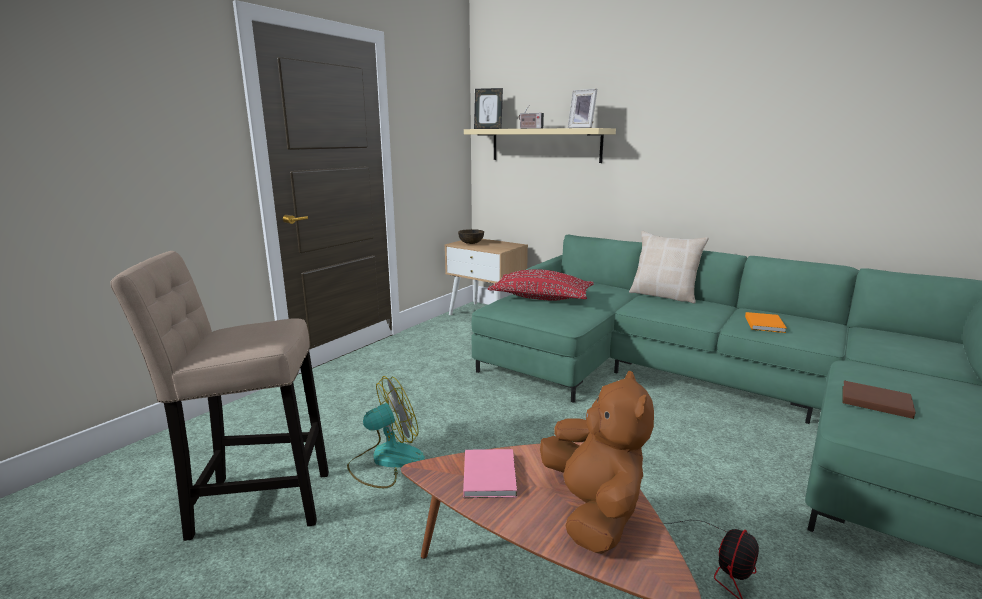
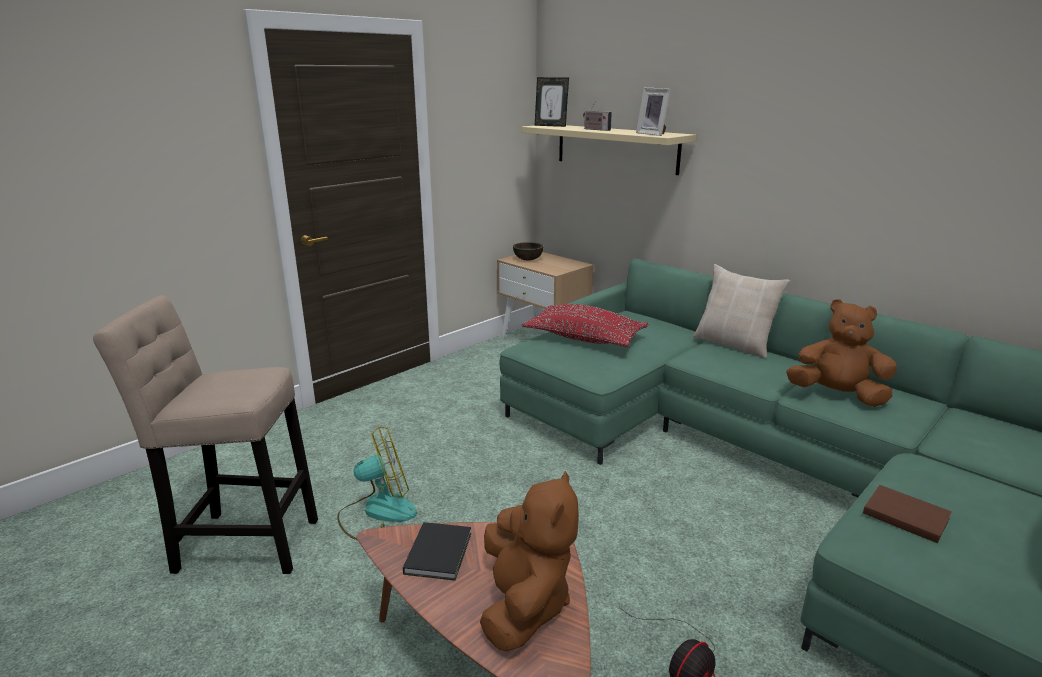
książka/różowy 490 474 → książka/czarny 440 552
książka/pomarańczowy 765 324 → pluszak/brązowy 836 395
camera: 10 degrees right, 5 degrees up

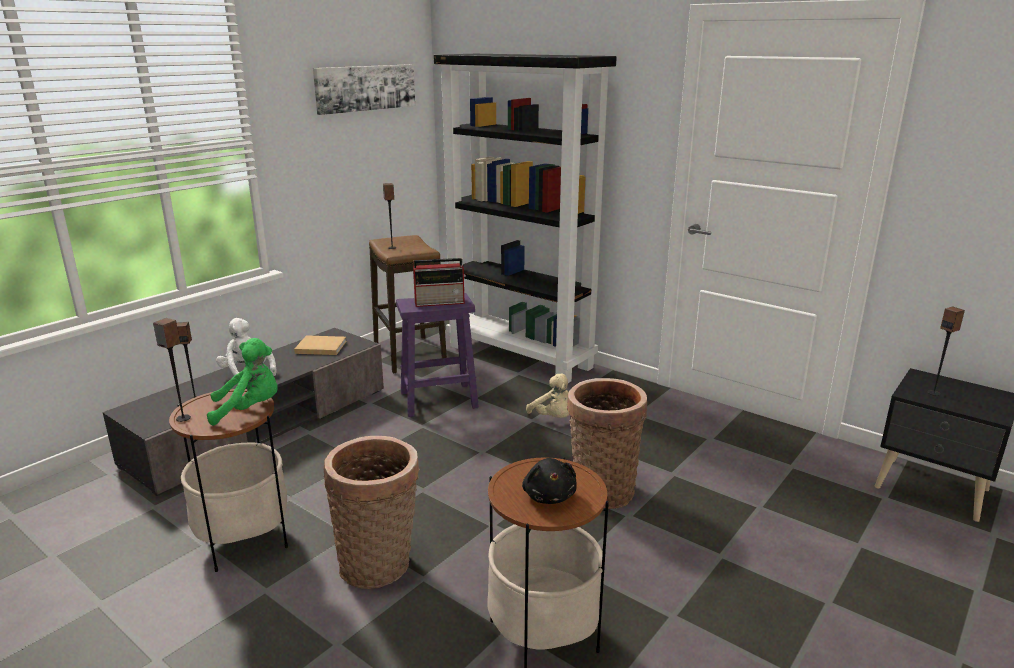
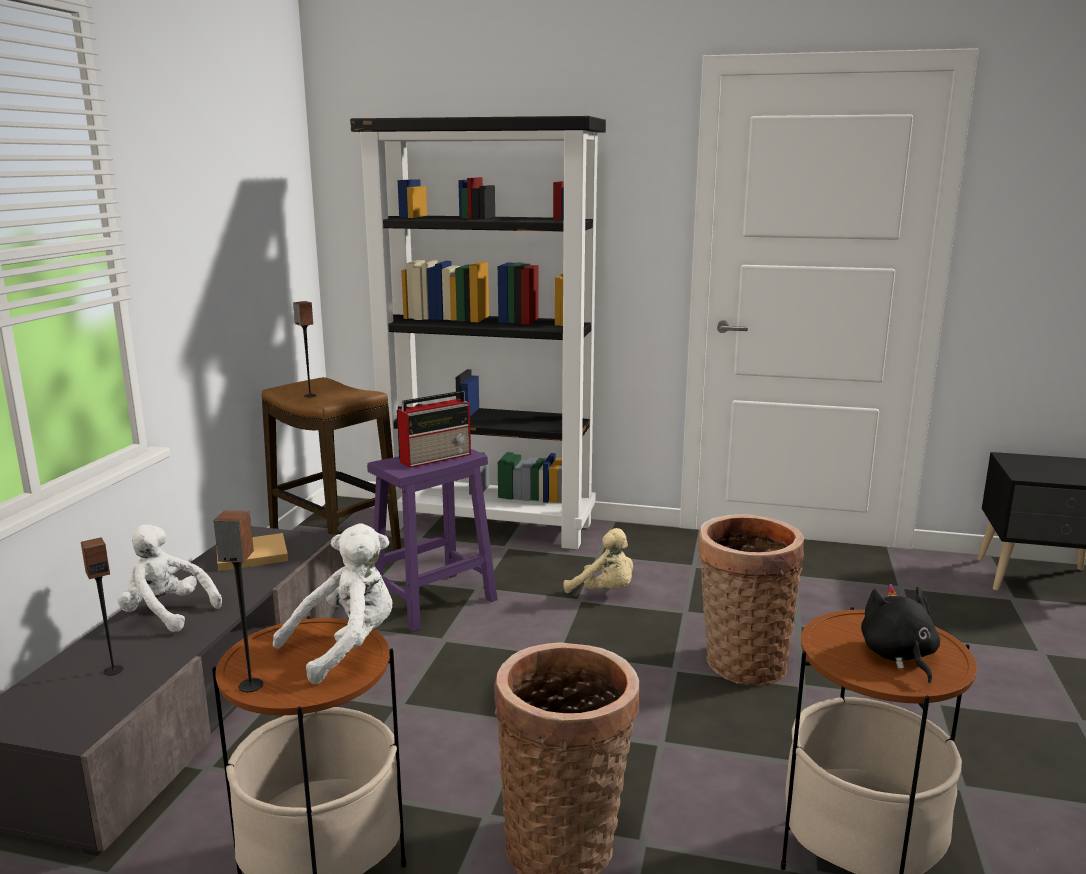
pluszak/zielony 249 409 → pluszak/biały 346 647
obraz 365 88 → -
pluszak/czarny 549 495 → pluszak/czarny 898 656, 150 degrees counterclockwise
głośnik 934 393 → -
camera: 25 degrees left, 5 degrees down

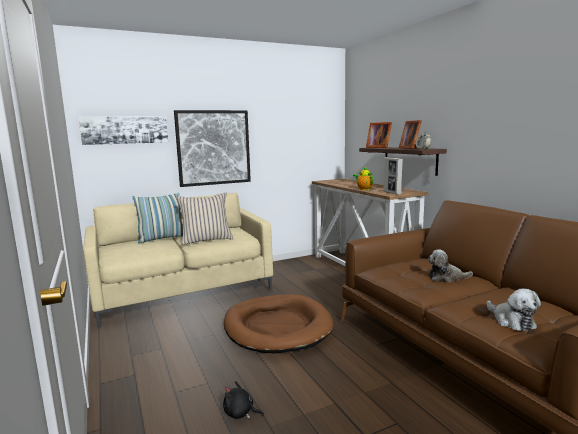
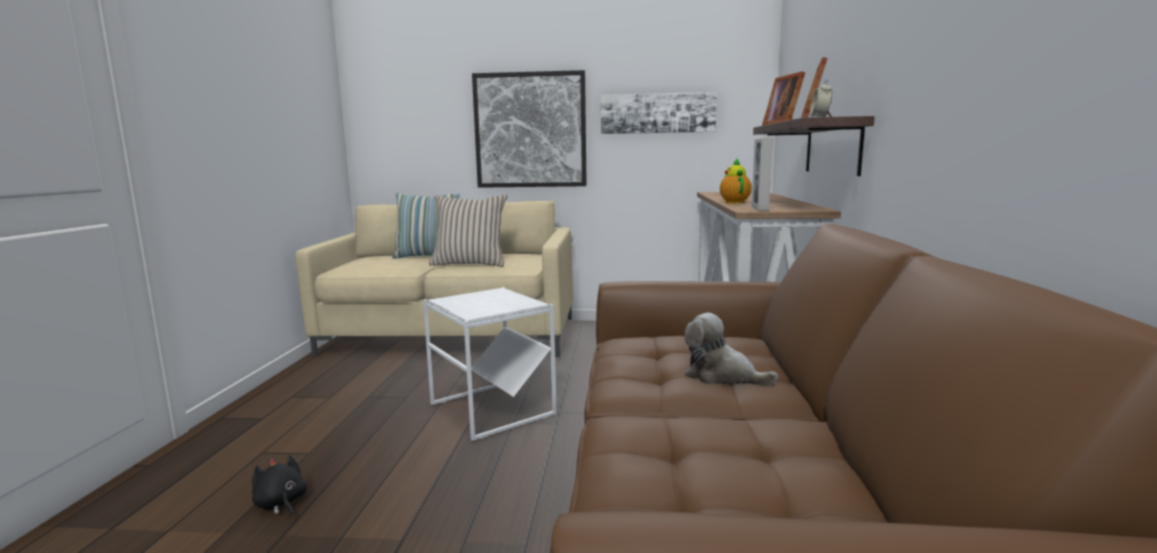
obraz 125 130 → obraz 657 113, relocated
legowisko/brązowy 277 327 → stolik/biały 492 409
pluszak 511 321 → -
camera: 30 degrees right, 0 degrees up

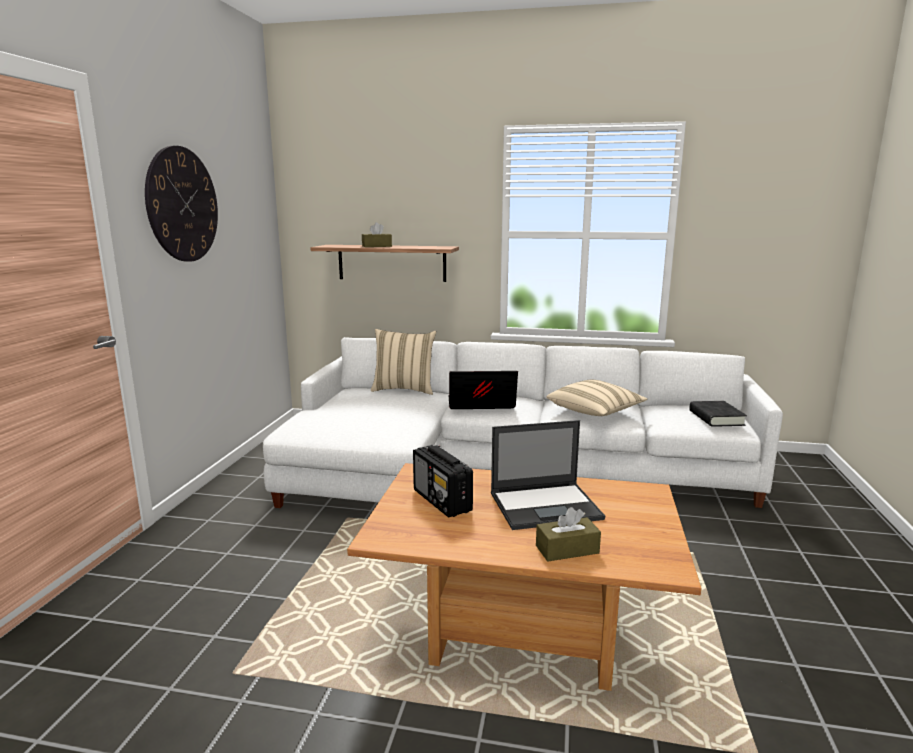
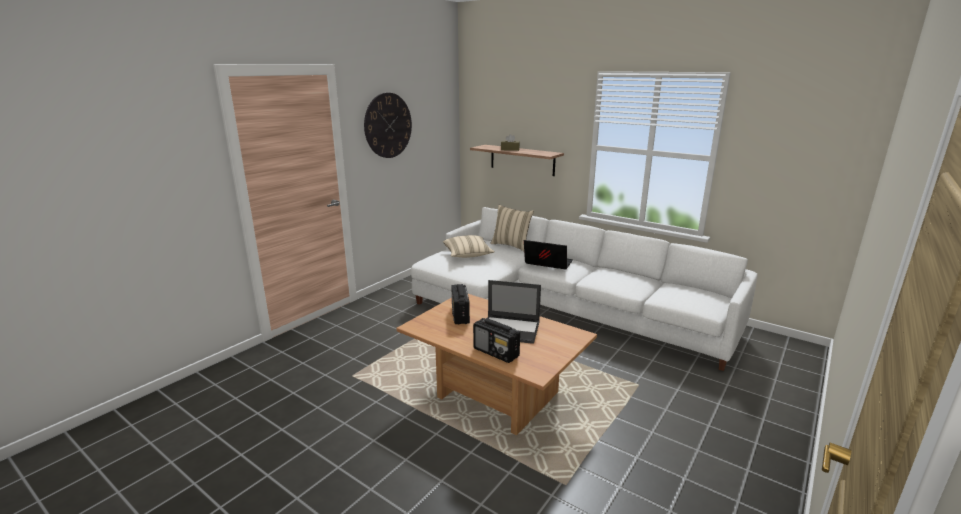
pudełko chusteczek/brązowy 567 549 → radio 496 353
poduszka/beżowy 595 412 → poduszka/beżowy 467 255, relocated
książka/czarny 716 418 → -
camera: 25 degrees right, 5 degrees up

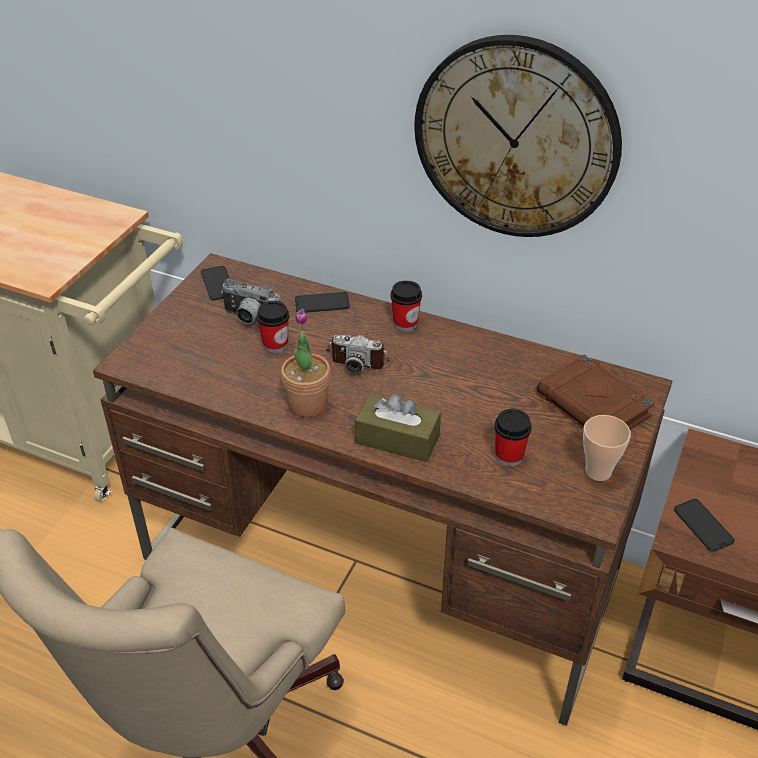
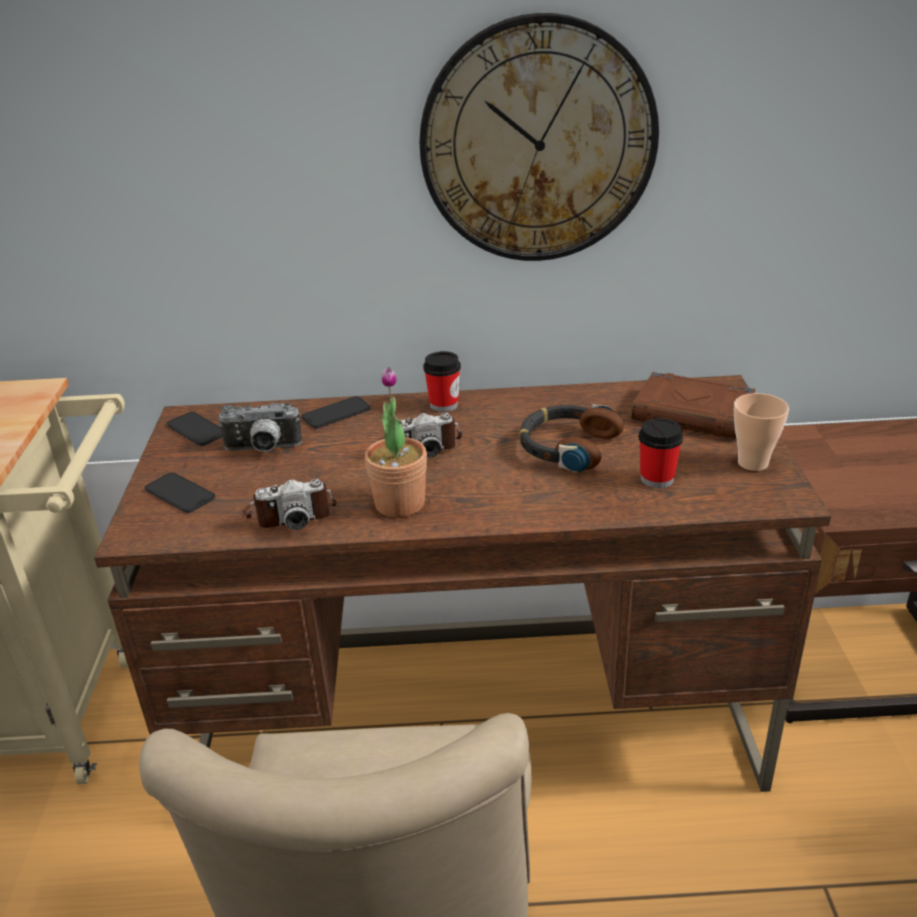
filiżanka 275 345 → -
pudełko chusteczek/brązowy 397 439 → -
telefon 703 525 → telefon 180 493, relocated
- → aparat fotograficzny 291 513
- → słuchawki 567 446
camera: 25 degrees left, 10 degrees down

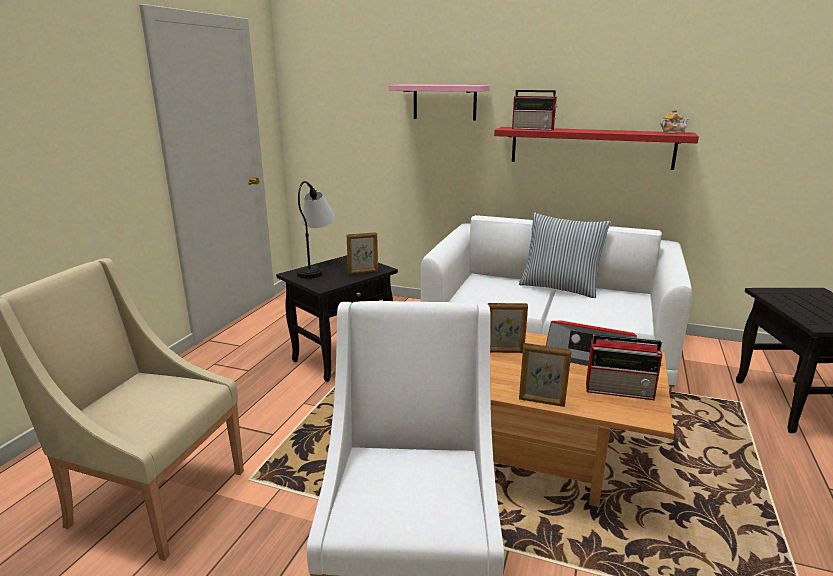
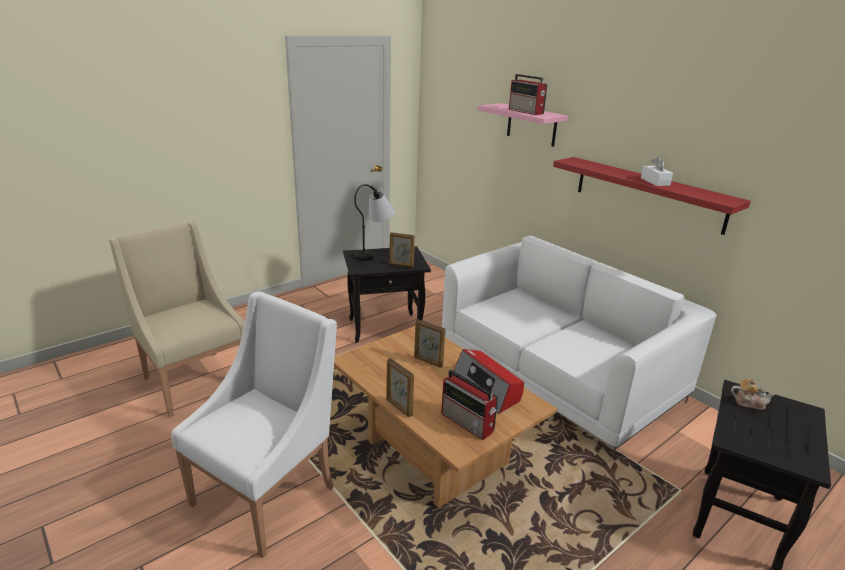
radio 534 129 → radio 526 112, relocated
poduszka 560 288 → -
imbryk 672 133 → imbryk 748 403, relocated
- → pudełko chusteczek/biały 655 181
camera: 30 degrees right, 5 degrees up

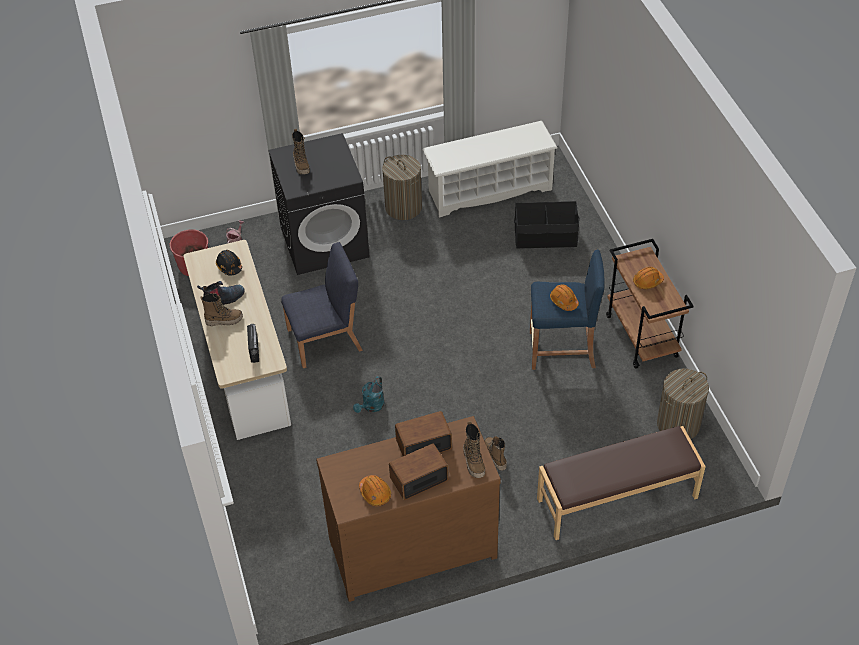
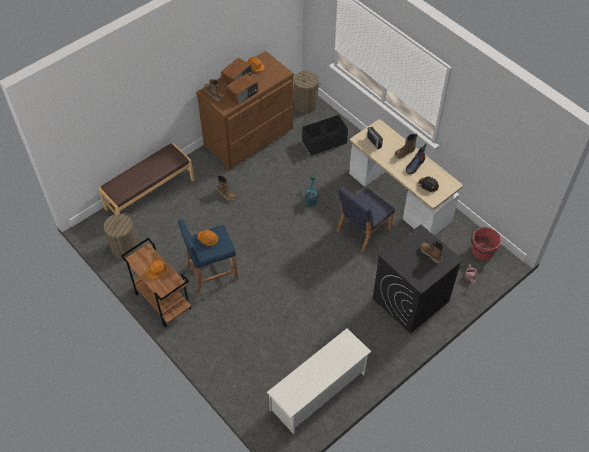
kosz na pranie 403 207 → kosz na pranie 305 105, relocated
pojemnik do przechowywania/czarny 545 236 → pojemnik do przechowywania/czarny 324 142, relocated
camera: 155 degrees right, 5 degrees up

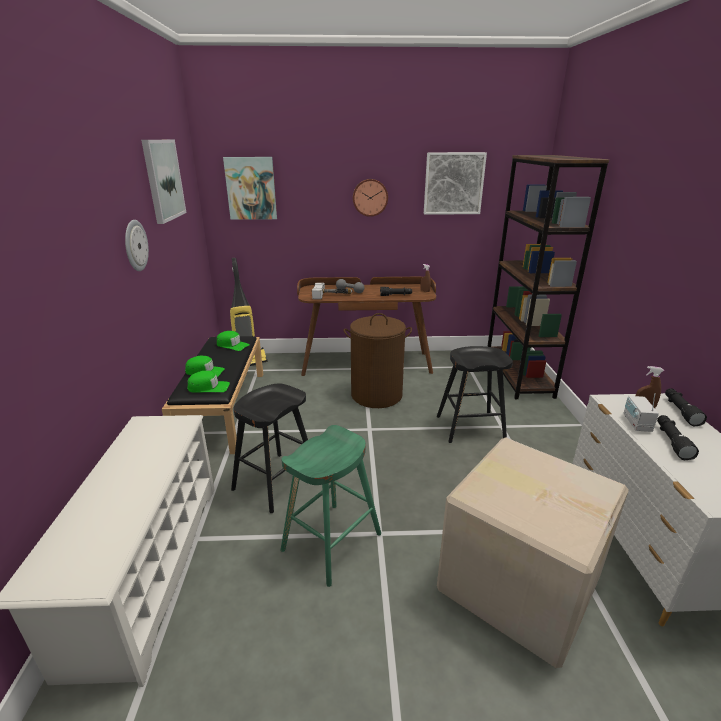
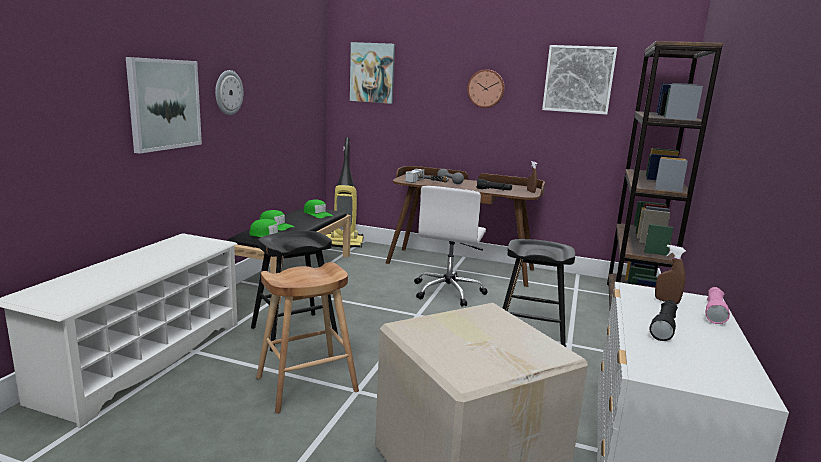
obraz 163 180 → obraz 164 104, relocated
stołek/zielony 332 541 → stołek/brązowy 307 384
kosz na pranie/brązowy 376 395 → krzesło biurowe/biały 448 291
radio 636 423 → -
latarka/czarny 680 411 → latarka/różowy 714 311
camera: 20 degrees right, 10 degrees down

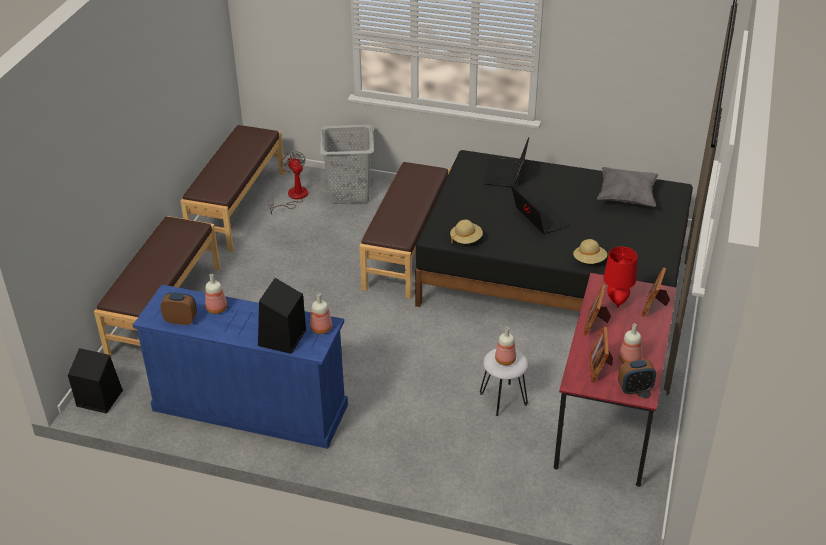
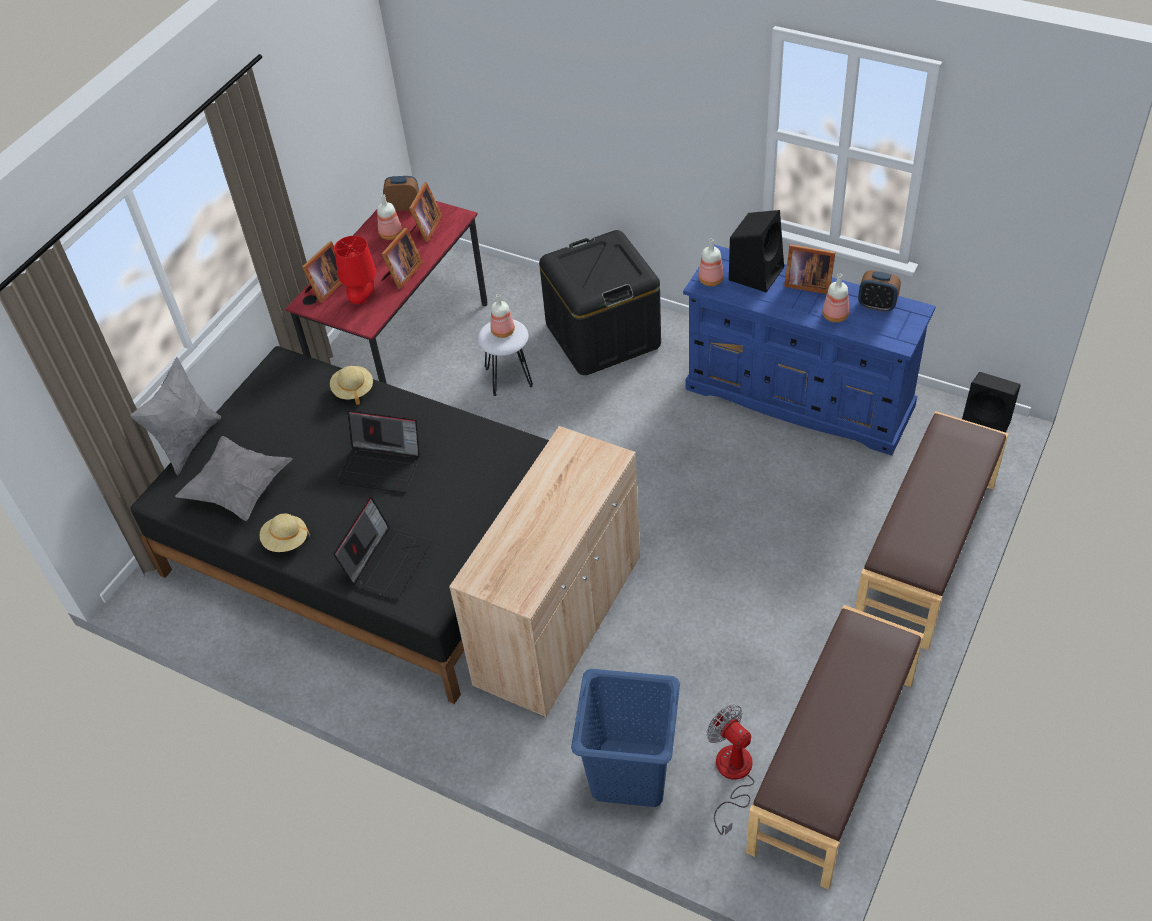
wentylator 293 197 → wentylator 732 776, 150 degrees clockwise
kosz na pranie/szary 350 193 → kosz na pranie/niebieski 629 772
ławka/brązowy 408 249 → szafka/beżowy 559 621
kapelusz/beżowy 466 239 → kapelusz/beżowy 286 541, relocated
laptop 538 218 → laptop 382 466, 60 degrees counterclockwise
- → poduszka/szary 188 442
- → pojemnik do przechowywania/czarny 603 335
- → ramka na zdjęcie 806 283
camera: 165 degrees left, 10 degrees up

